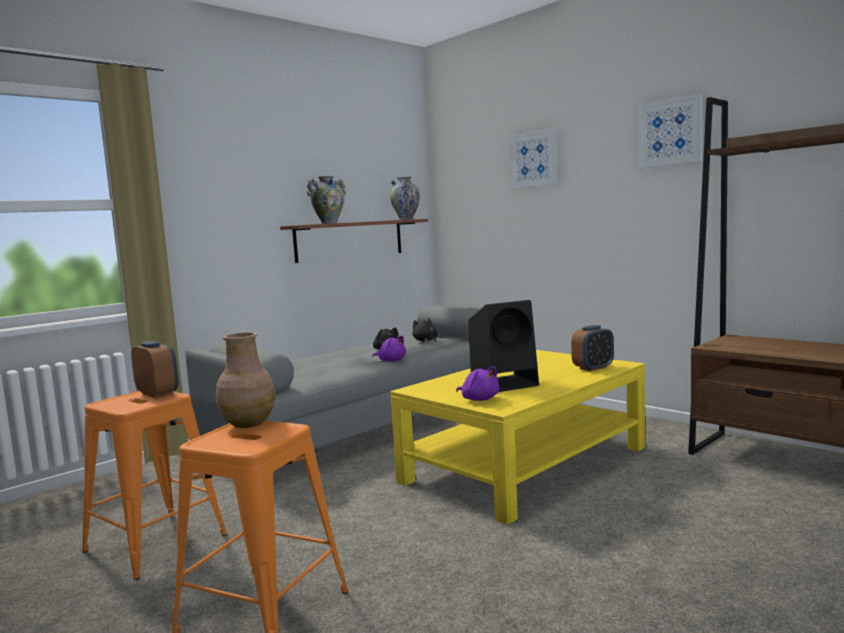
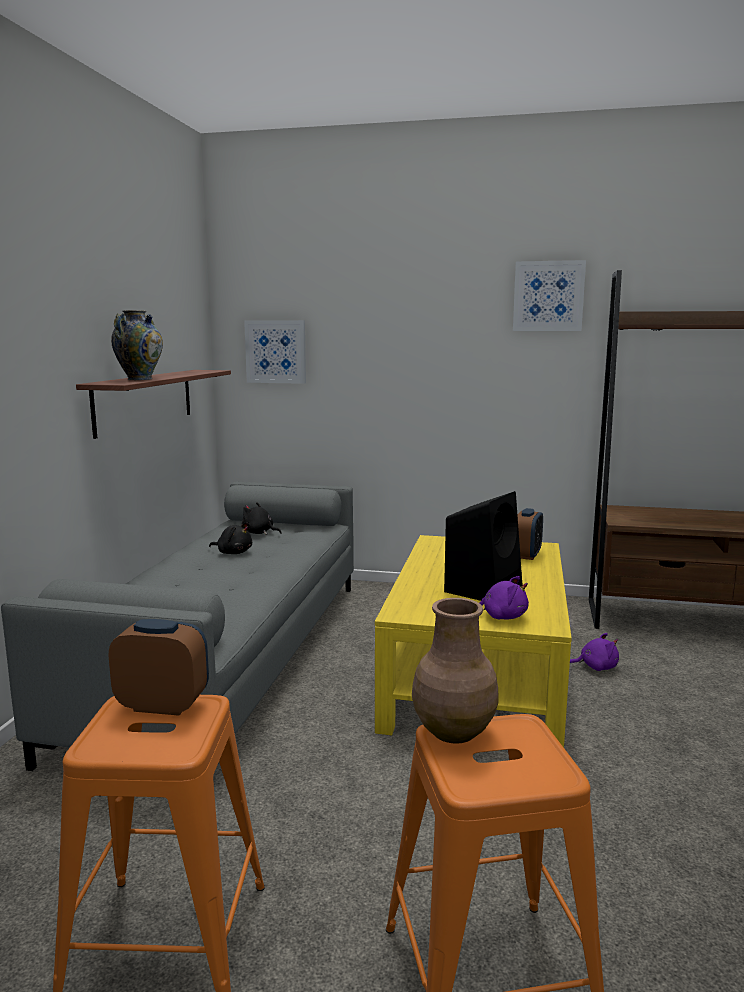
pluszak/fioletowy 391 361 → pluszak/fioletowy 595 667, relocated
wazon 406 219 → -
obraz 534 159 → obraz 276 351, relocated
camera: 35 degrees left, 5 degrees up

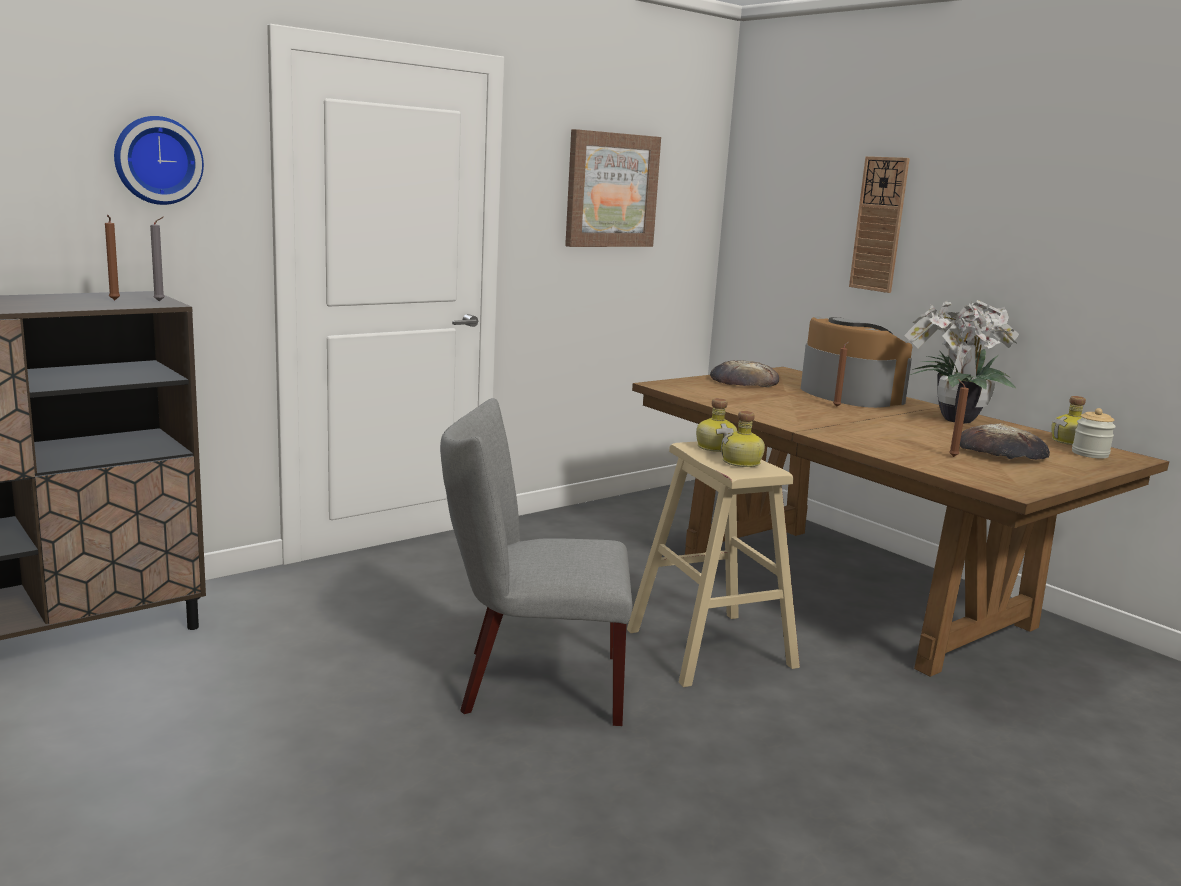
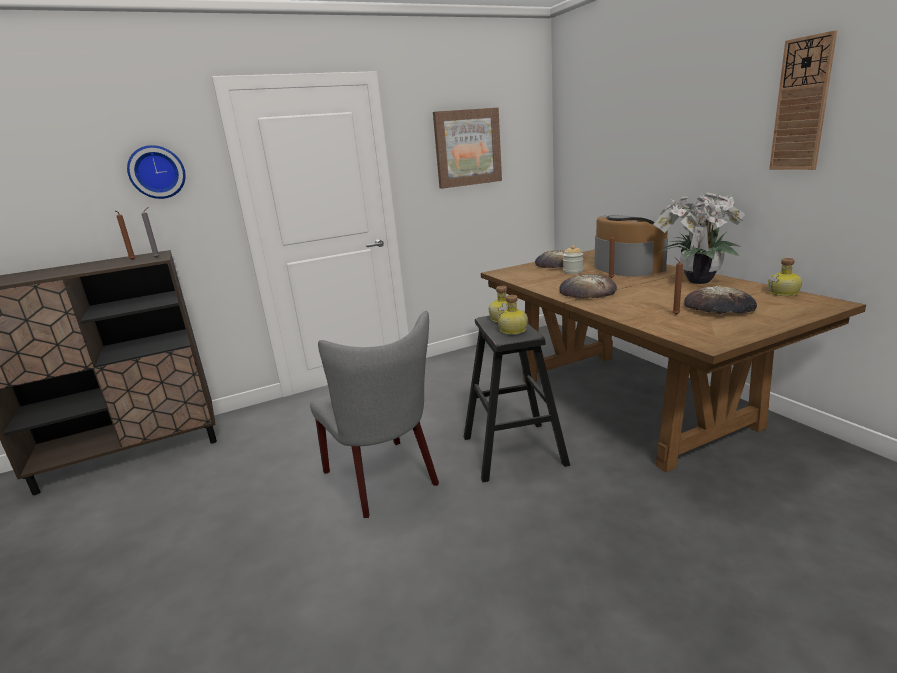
krzesło/szary 531 684 → krzesło/szary 385 480, 135 degrees counterclockwise
stołek/beżowy 710 648 → stołek/czarny 513 450
zegar ścienny 879 224 → zegar ścienny 801 105, relocated
słoik 1090 454 → słoik 573 271, relocated
- → chleb 587 291
camera: 15 degrees right, 5 degrees up

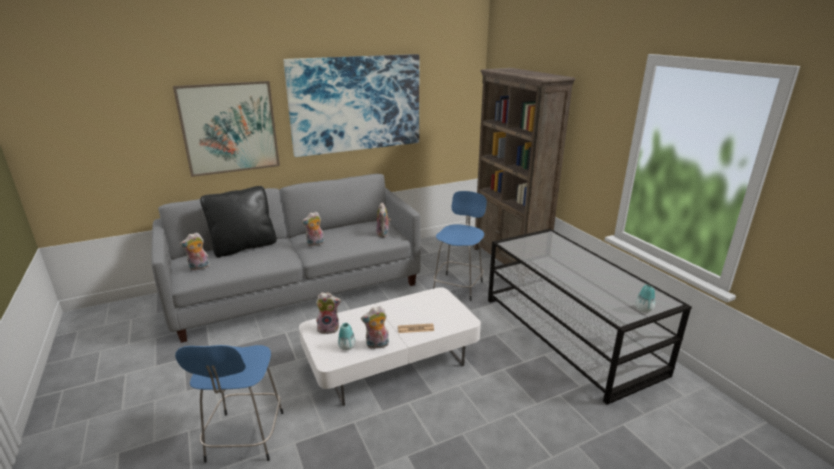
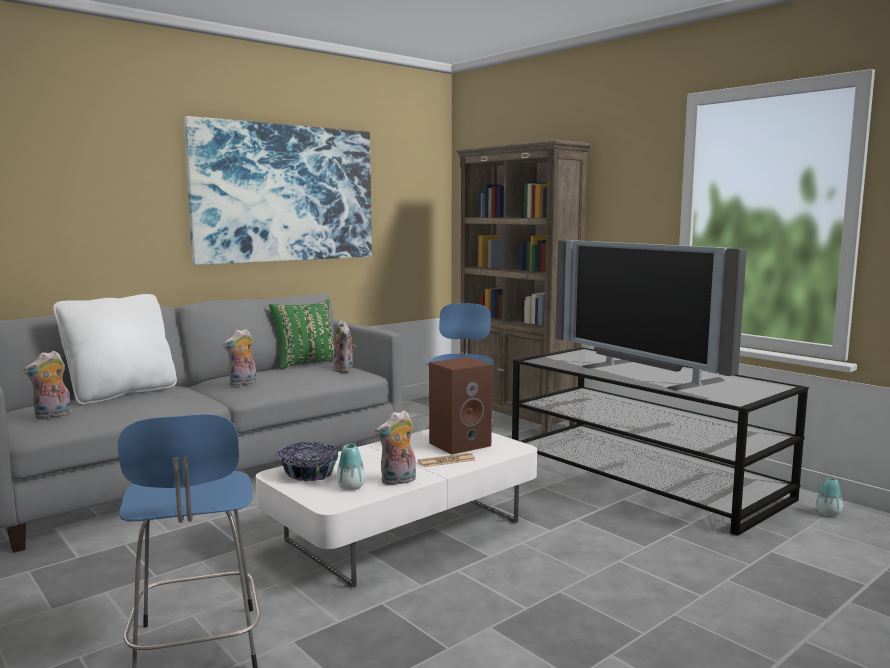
obraz 229 128 → -
poduszka/czarny 244 247 → poduszka/biały 121 393
pluszak 329 328 → miska 308 473
wazon 643 309 → wazon 828 513, relocated
- → poduszka/zielony 305 363
- → głośnik/brązowy 460 444
- → telewizor 642 375
camera: 15 degrees left, 15 degrees down

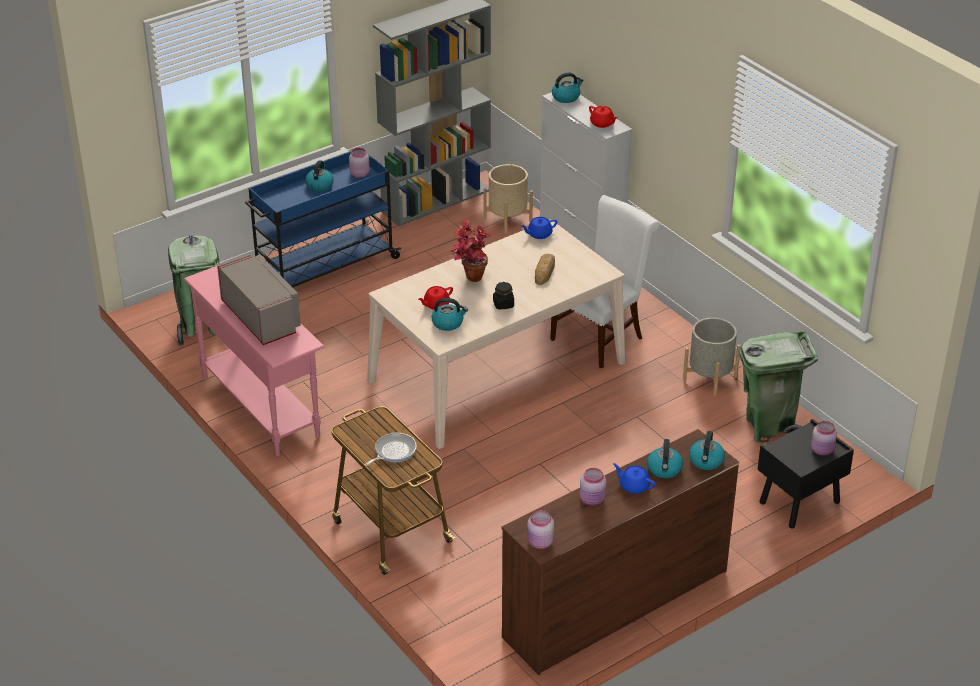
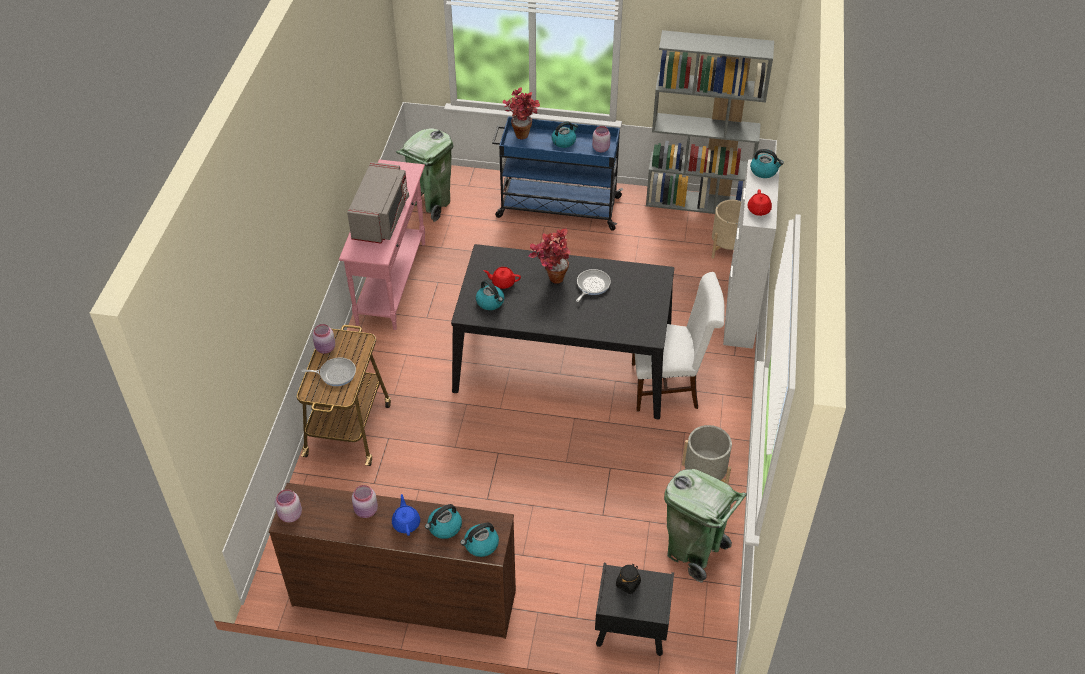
stół jadalny/beżowy 497 371 → stół jadalny/czarny 563 362
słoik/czarny 503 304 → słoik/czarny 628 584, relocated
imbryk/niebieski 539 234 → -
chleb 545 271 → -
słoik/różowy 823 450 → słoik/różowy 325 348, relocated
- → roślina doniczkowa 522 132
- → patelnia 592 285
camera: 45 degrees right, 10 degrees up

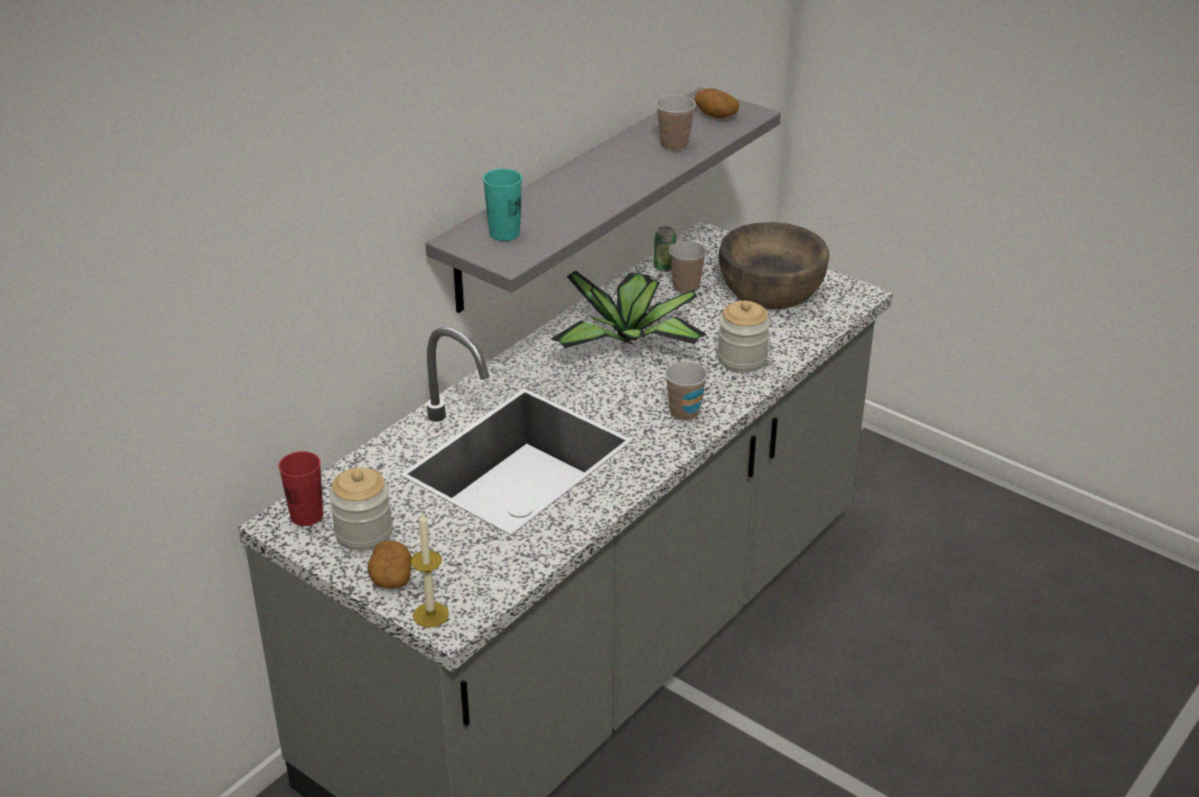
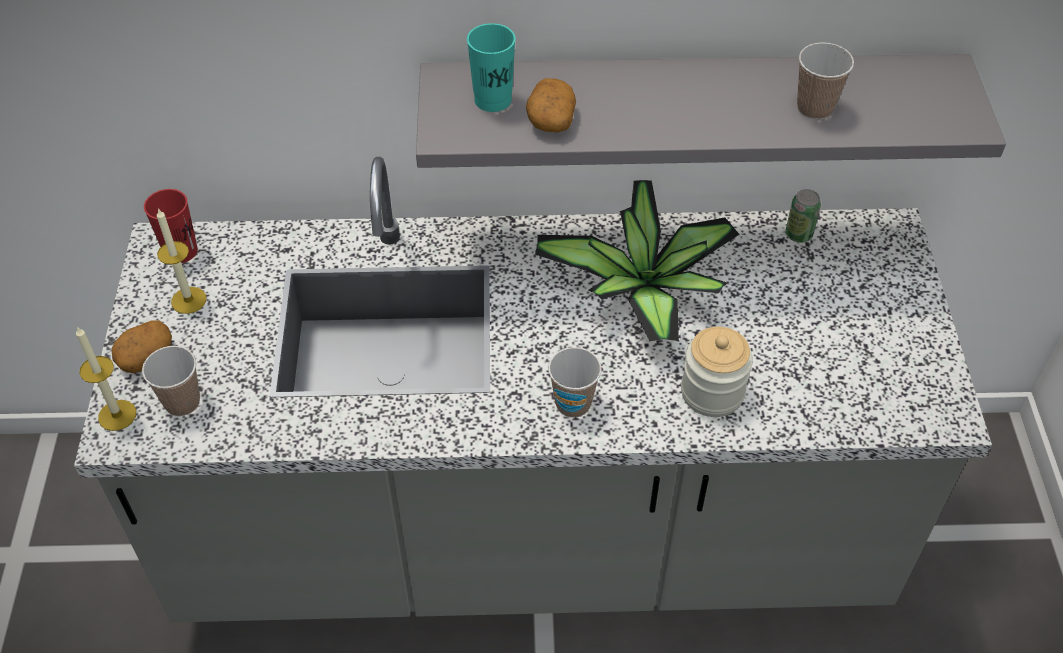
słoik 363 533 → świeca 188 300
filiżanka 686 287 → filiżanka 182 402, relocated
ziemniak 715 115 → ziemniak 550 119, relocated
miska/brązowy 771 289 → -
camera: 50 degrees right, 15 degrees up

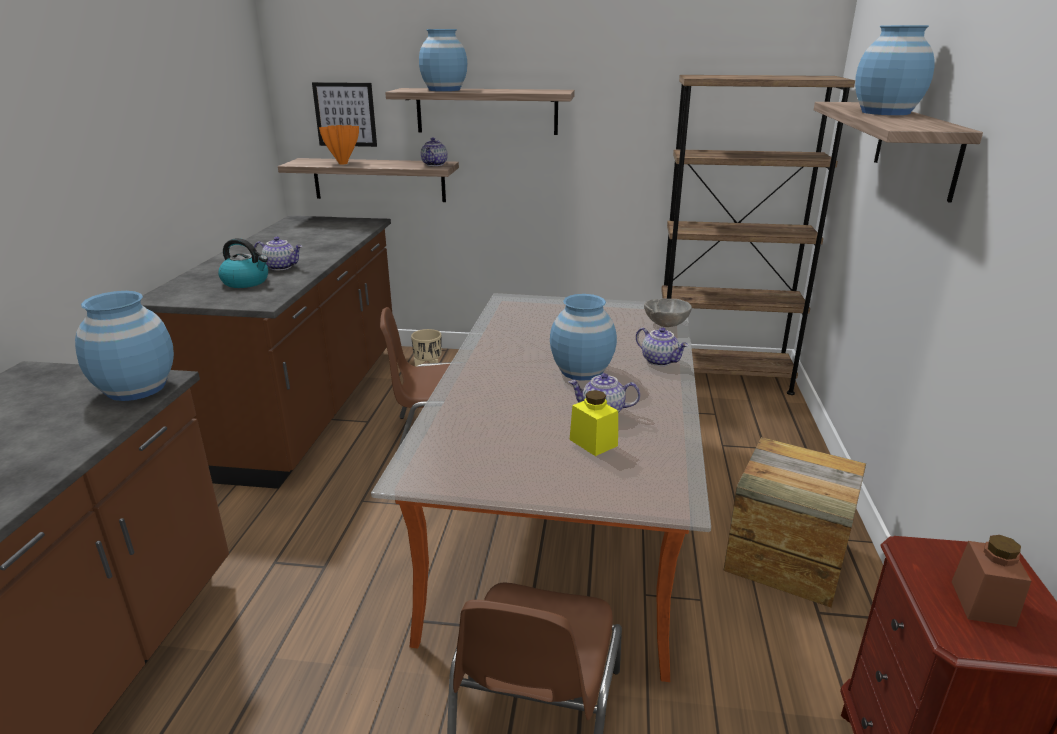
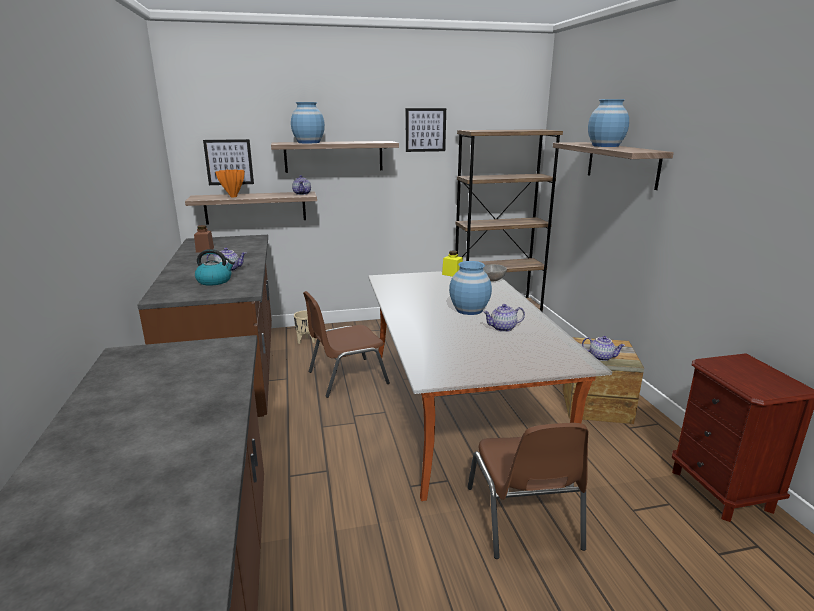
wazon/niebieski 136 388 → -
słoik/żółty 593 442 → słoik/żółty 452 274, relocated
imbryk 660 361 → imbryk 601 357, relocated
słoik/brązowy 982 603 → słoik/brązowy 205 250, relocated
- → obraz 425 130
camera: 20 degrees left, 5 degrees down

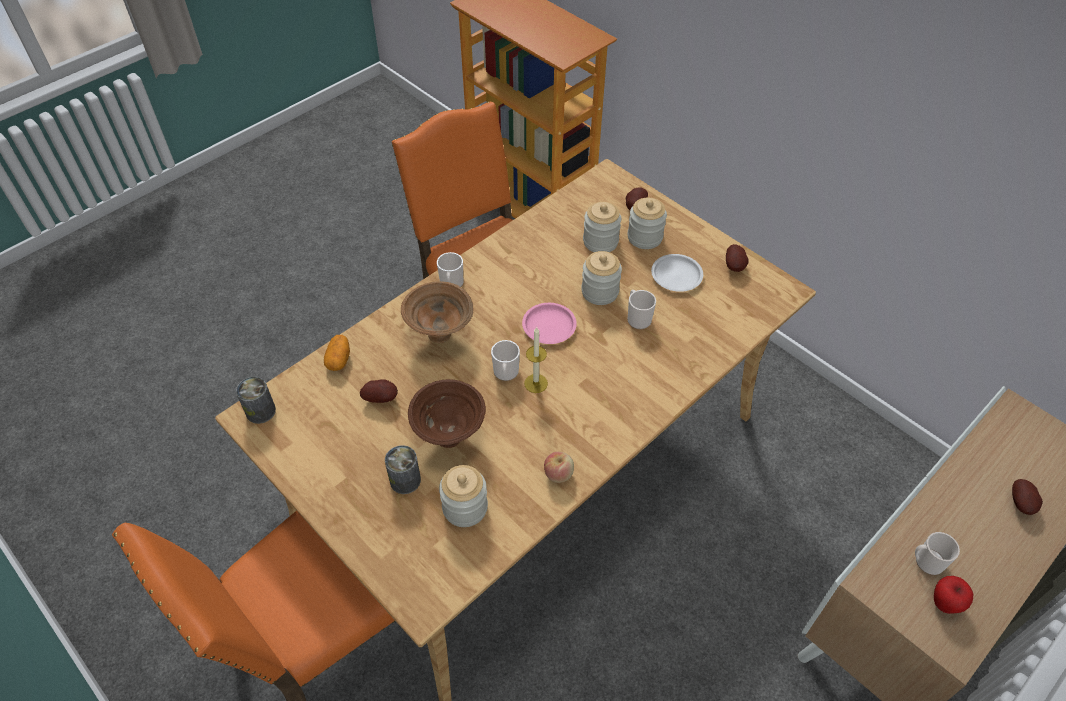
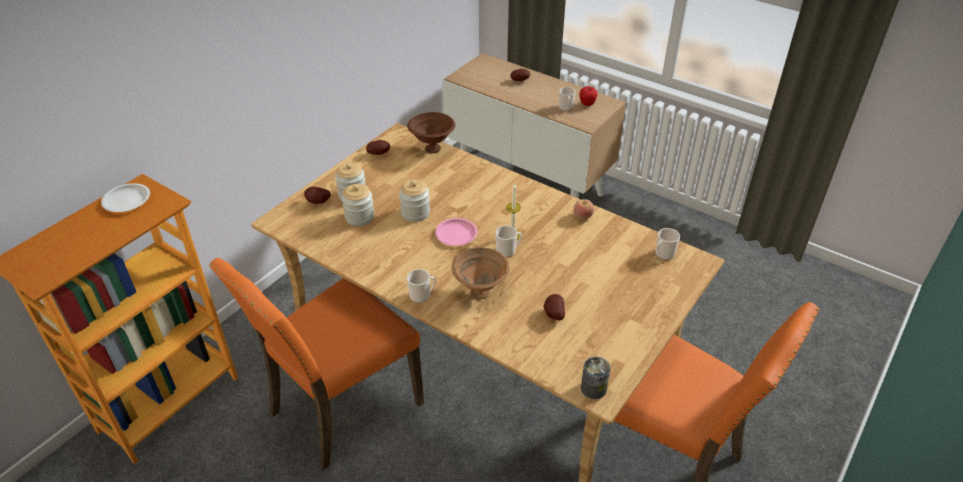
ziemniak 339 359 → -
puszka 405 480 → -
miska/brązowy 450 436 → miska/brązowy 431 148, relocated
słoik 465 507 → -
kubek 637 318 → kubek 663 254, relocated
talerz/biały 676 275 → talerz/biały 126 201, relocated
camera: 100 degrees left, 10 degrees down

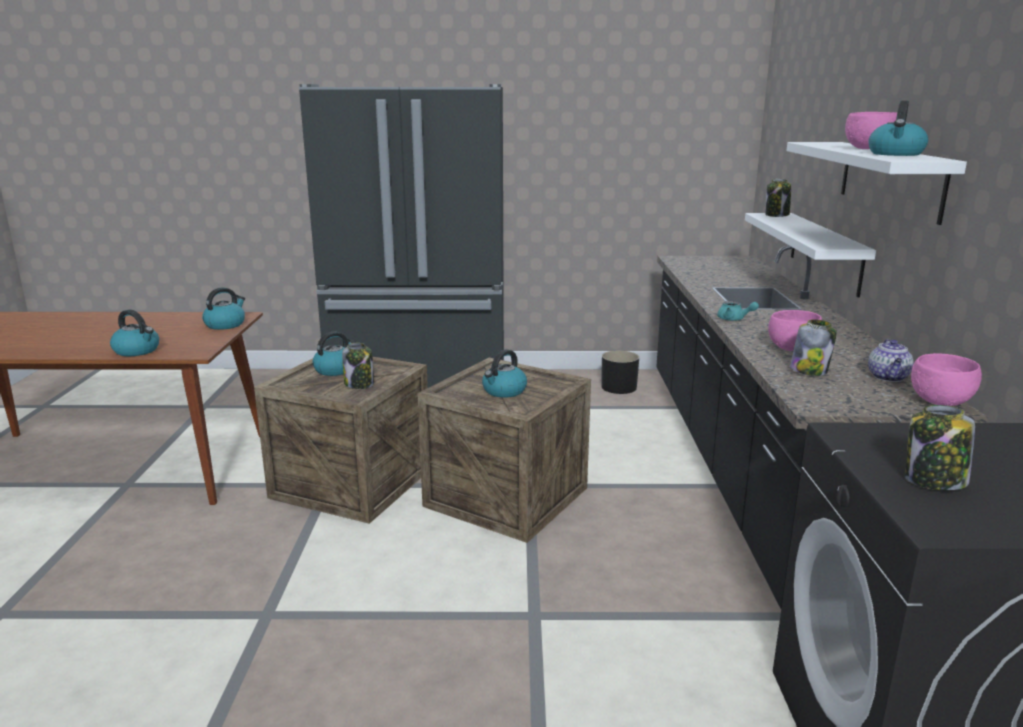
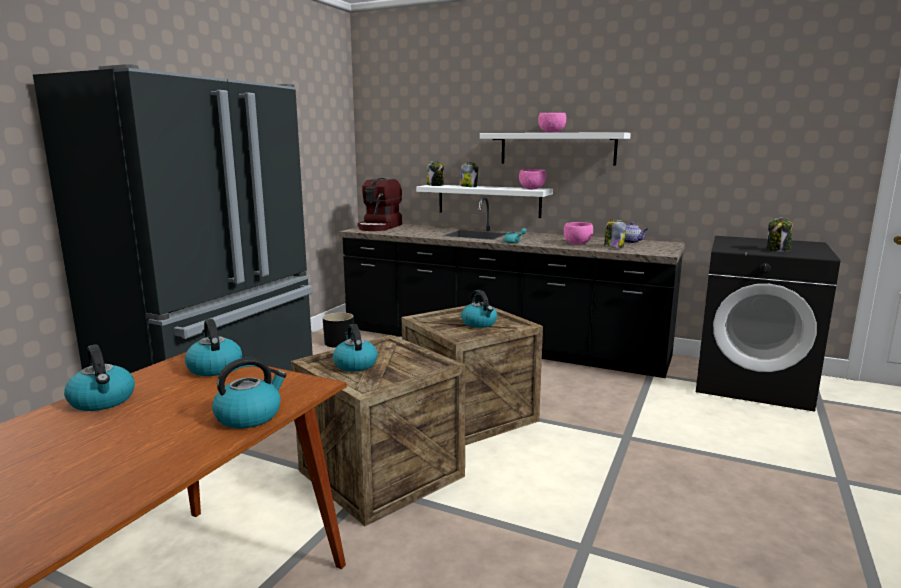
słoik 359 384 → słoik 468 187, relocated
czajnik 896 154 → czajnik 103 401, relocated
miska/różowy 939 401 → miska/różowy 531 189, relocated
- → ekspres do kawy 380 227
camera: 65 degrees left, 5 degrees down

